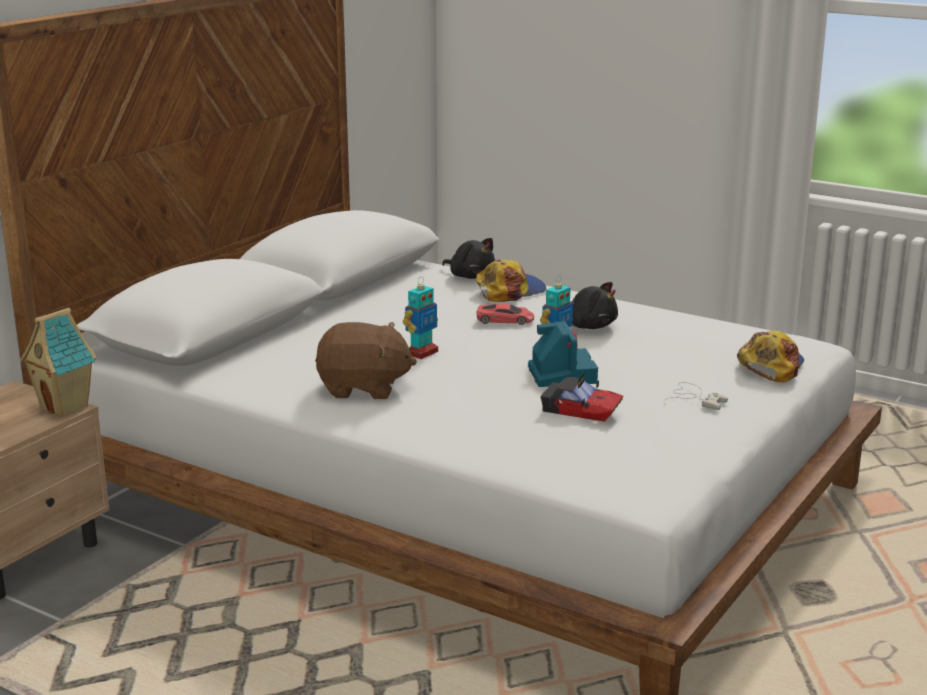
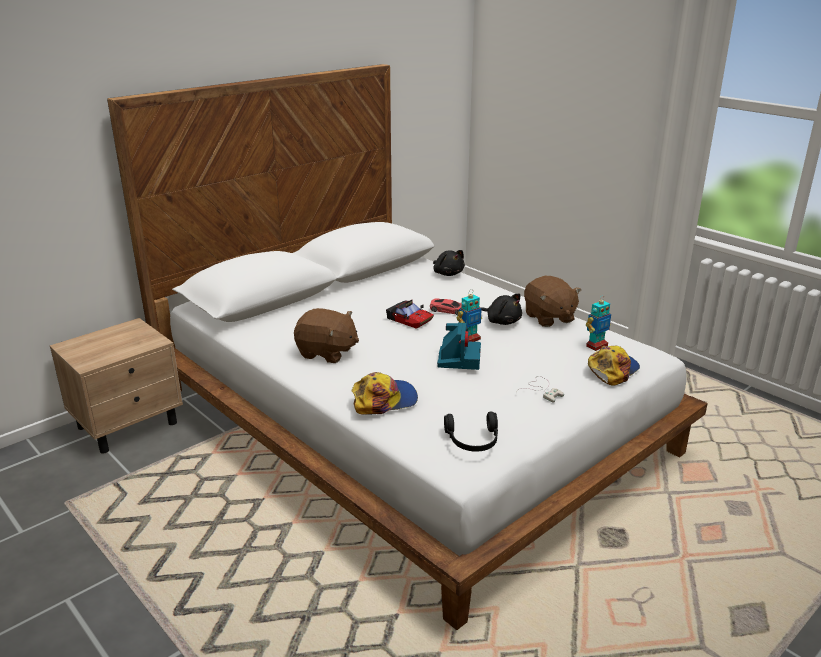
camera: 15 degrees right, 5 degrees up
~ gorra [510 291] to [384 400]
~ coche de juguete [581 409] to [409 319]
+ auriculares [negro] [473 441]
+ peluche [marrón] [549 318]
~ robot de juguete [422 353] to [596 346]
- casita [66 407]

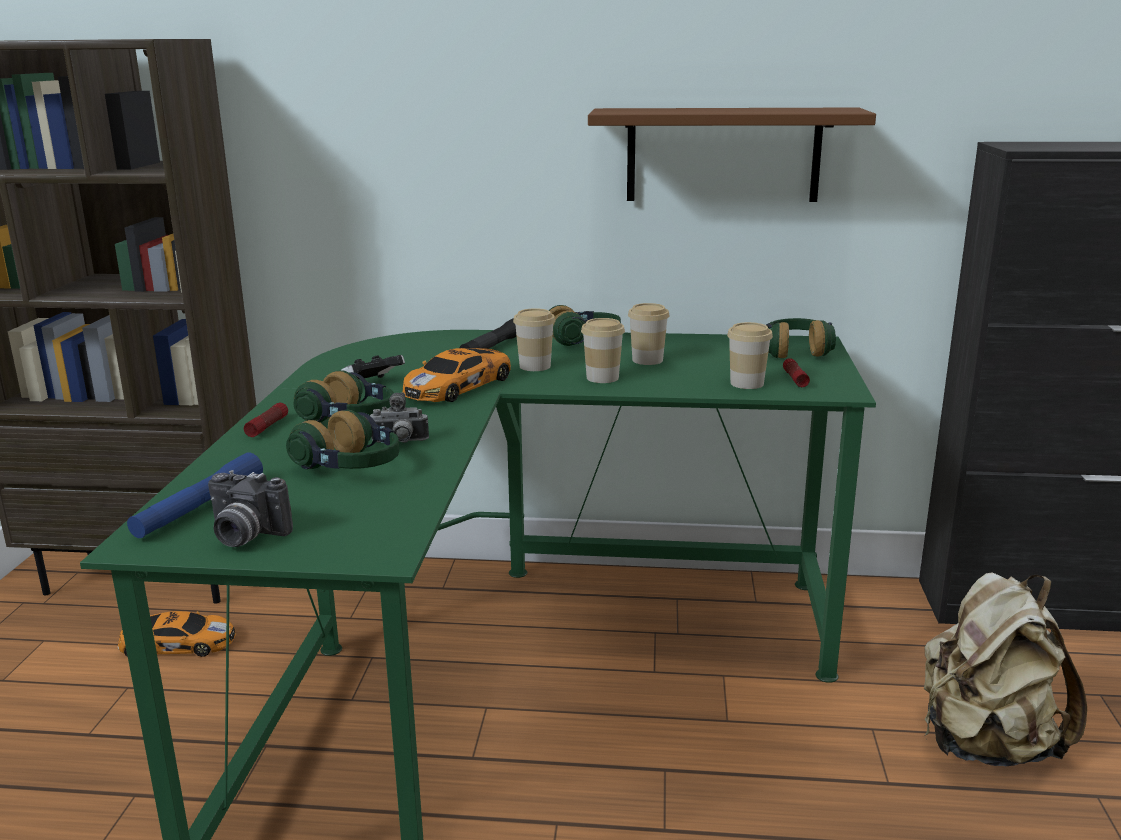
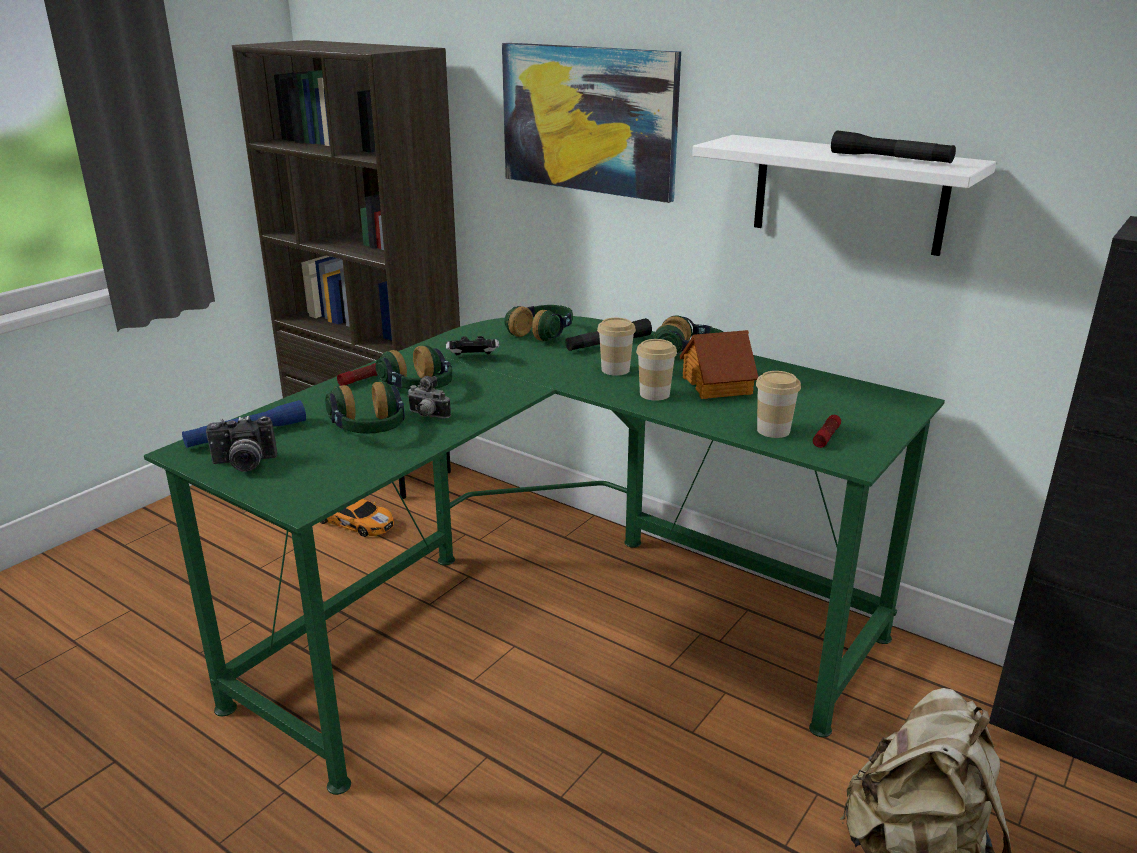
camera: 30 degrees right, 5 degrees up
~ cámara [244 536] = [244 464] 60 degrees counterclockwise
+ cuadro [589 119]
~ auriculares [796 351] to [543 334]
~ taza [647 360] to casita [718 385]
~ estante [marrón] [723 155] to estante [blanco] [848 194]
+ linterna [negro] [890 159]
- coche de juguete [459 386]

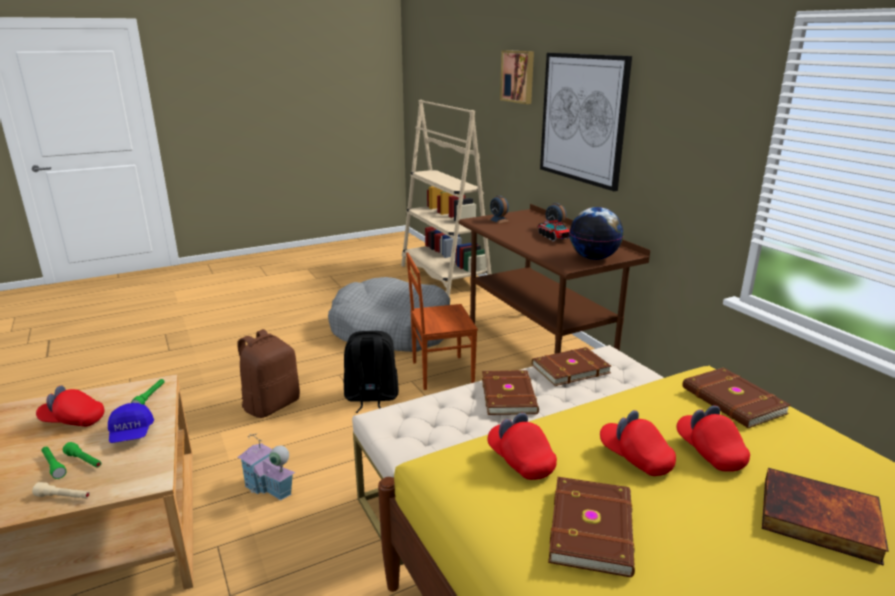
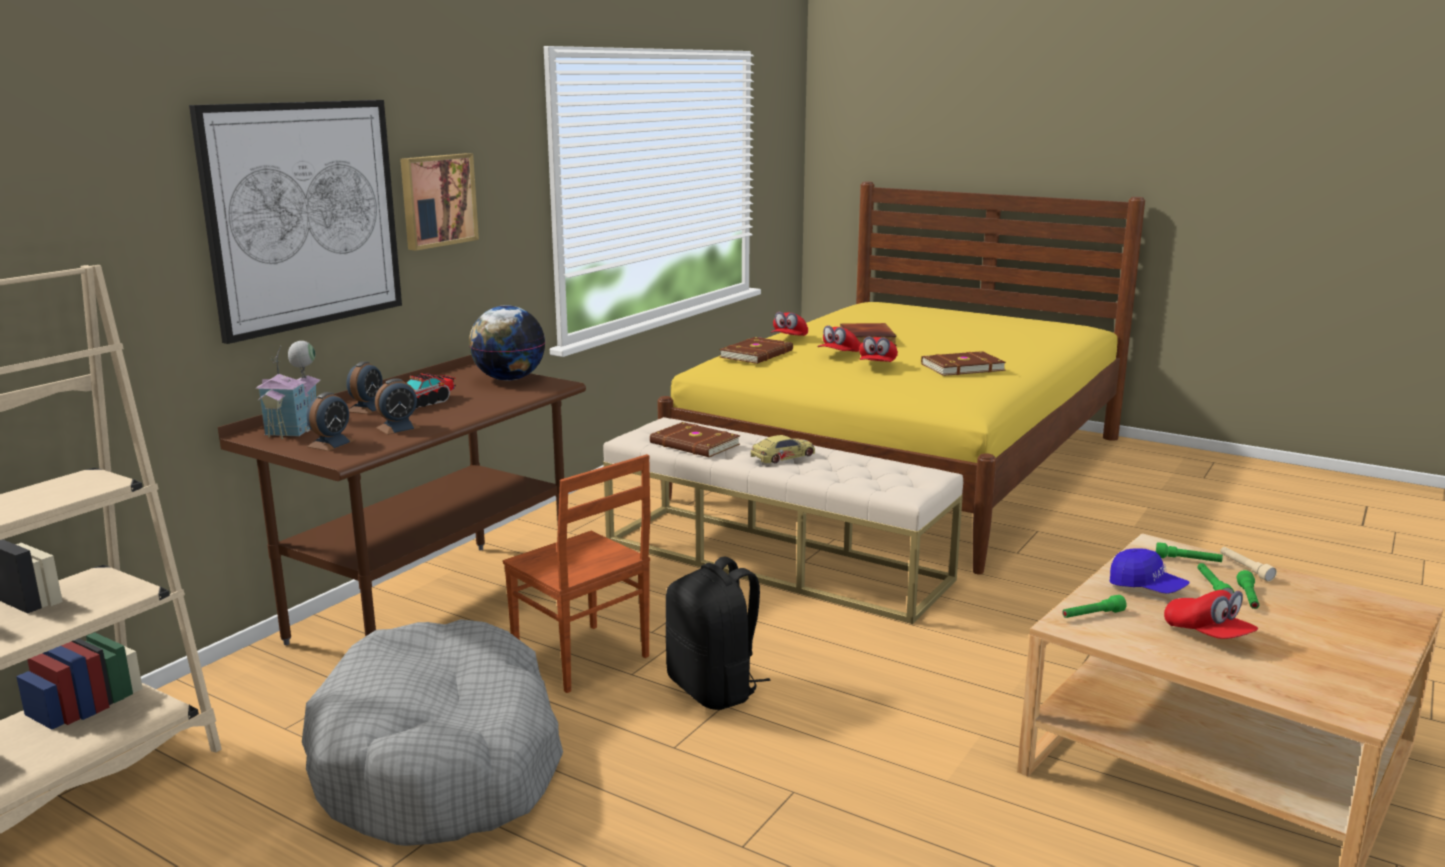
camera: 120 degrees left, 5 degrees down
~ casita [269 488] to [296 426]
+ despertador [398 428]
~ cuadro [518 76] to [437 200]
~ libro [marrón] [510 395] to coche de juguete [783 456]
~ gorra [rojo] [520 461] to [789 339]
~ gorra [azul] [131 434] = [1146 588] 90 degrees clockwise
+ linterna [verde] [1187 561]
- mochila [marrón] [271 405]

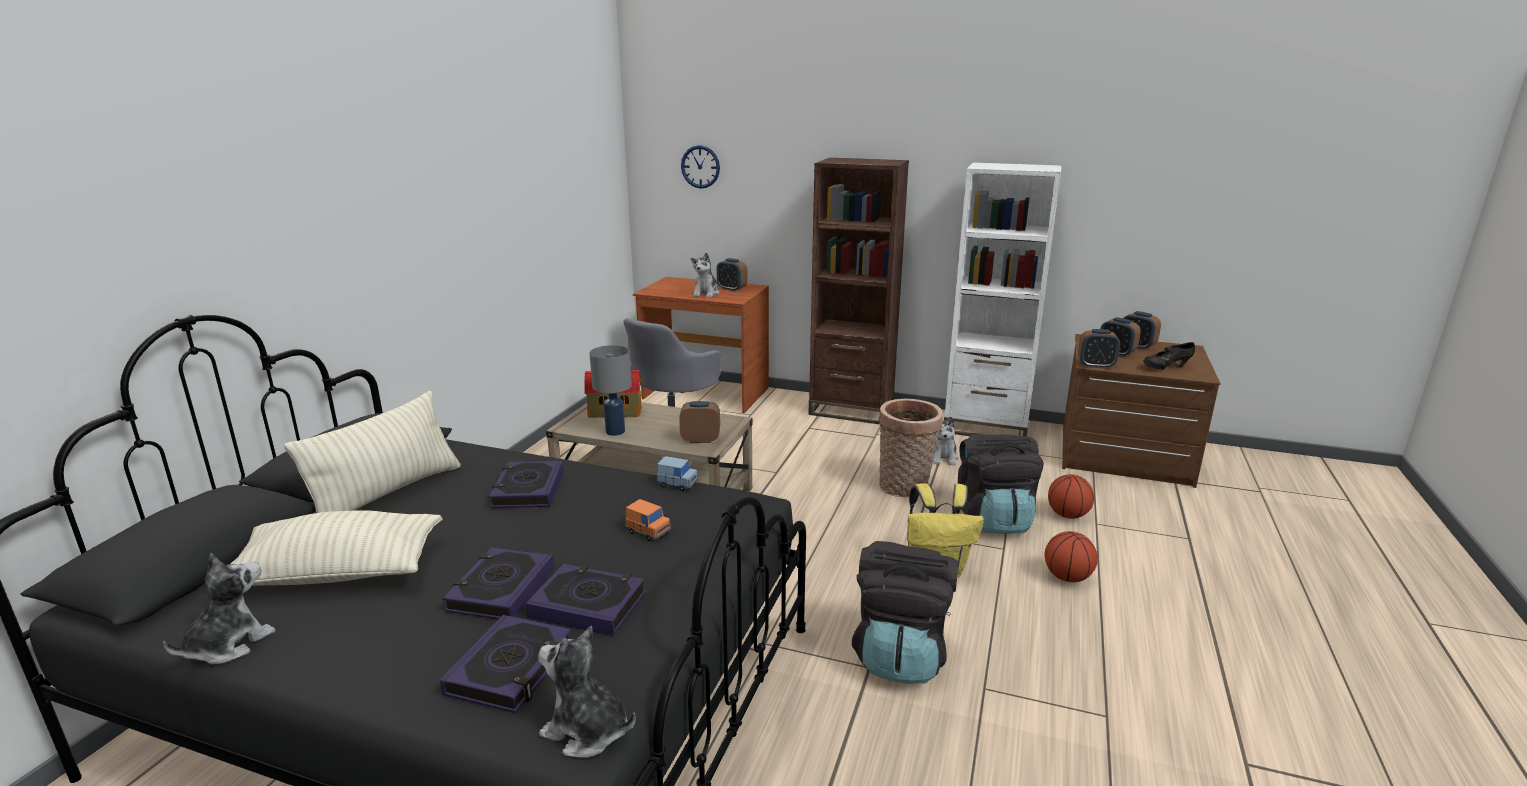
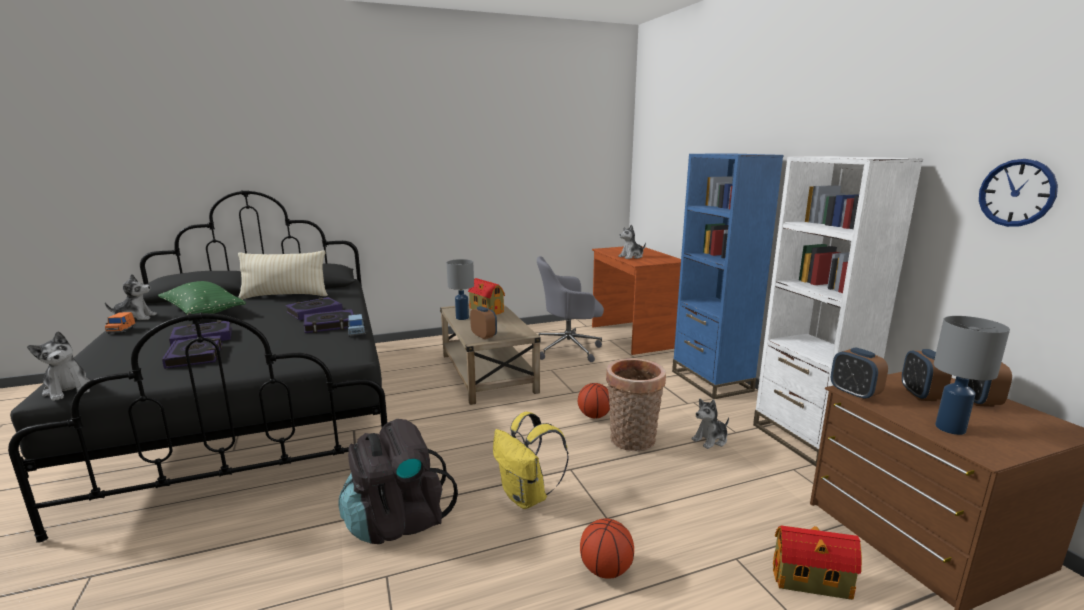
camera: 50 degrees right, 5 degrees down
~ peluche [586 731] = [69 390] 150 degrees clockwise
~ coche de juguete [naranja] [648 532] to [121 331]
~ cojín [beis] [338 573] to cojín [verde] [203 312]
~ libro [511 669] to [330 325]
~ balón de baloncesto [1067 515] to [594 416]
~ estantería [marrón] [851 410] to estantería [azul] [711 381]
+ casita [813 582]
~ zapato [negro] [1166 368] to lámpara de mesa [gris] [951 428]
~ reloj de pared [700 167] to [1016 193]
- despertador [732 289]
- mochila [negro] [993 520]

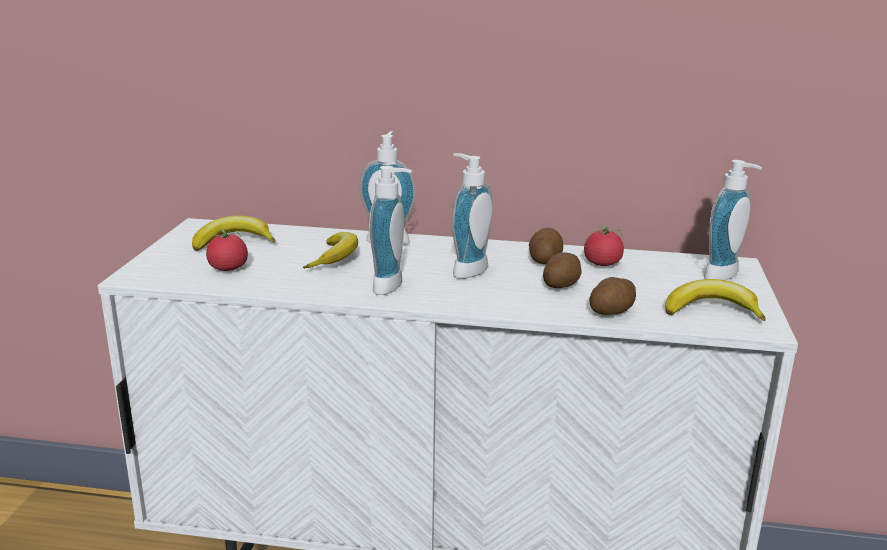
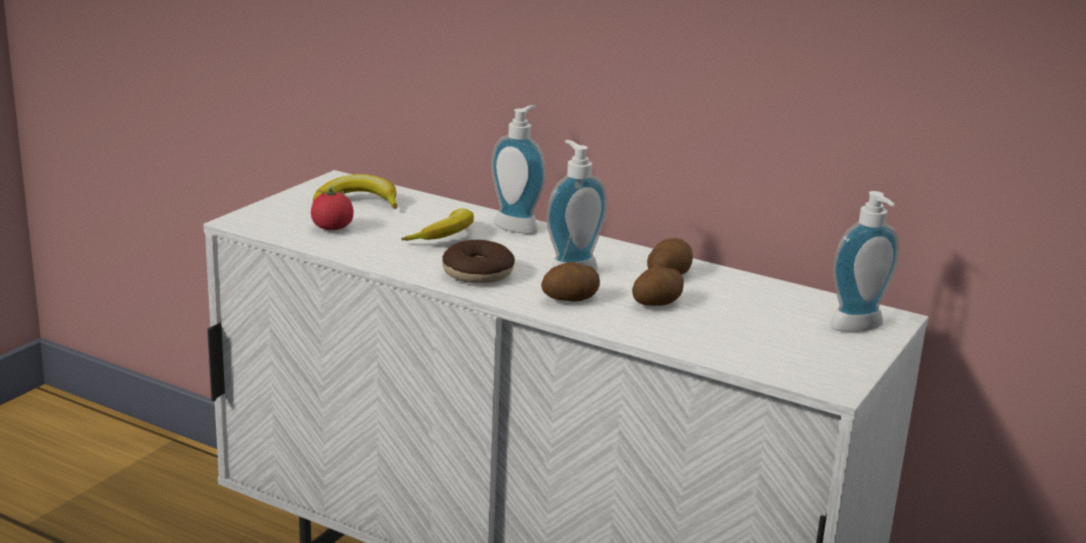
camera: 20 degrees right, 0 degrees up
~ dispensador de jabón [393 286] to rosquilla [478 273]
~ patata [612 312] to [570 299]
- tomate [602 264]
- plátano [711 310]

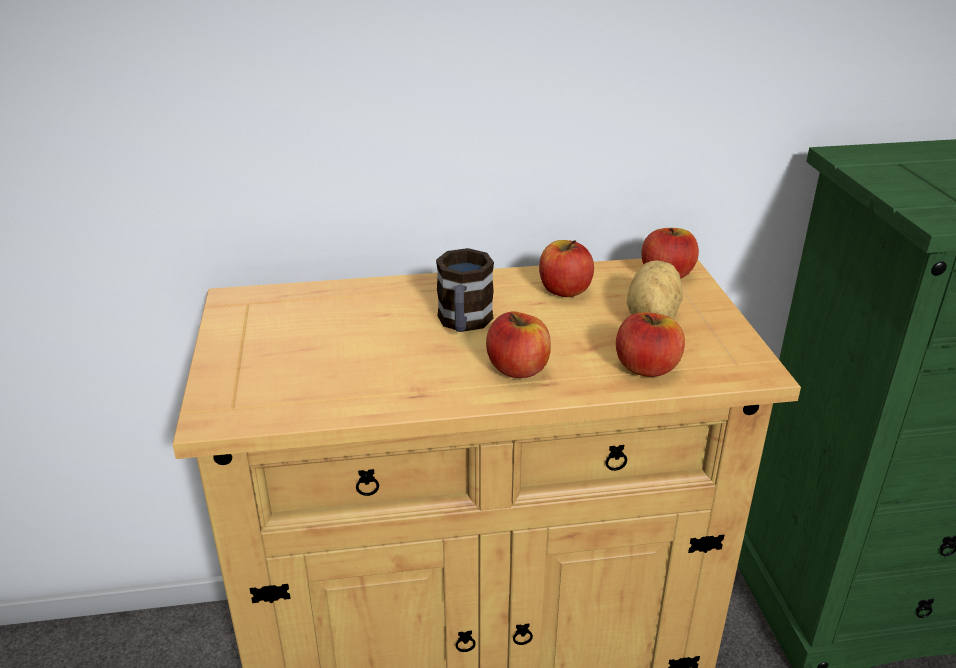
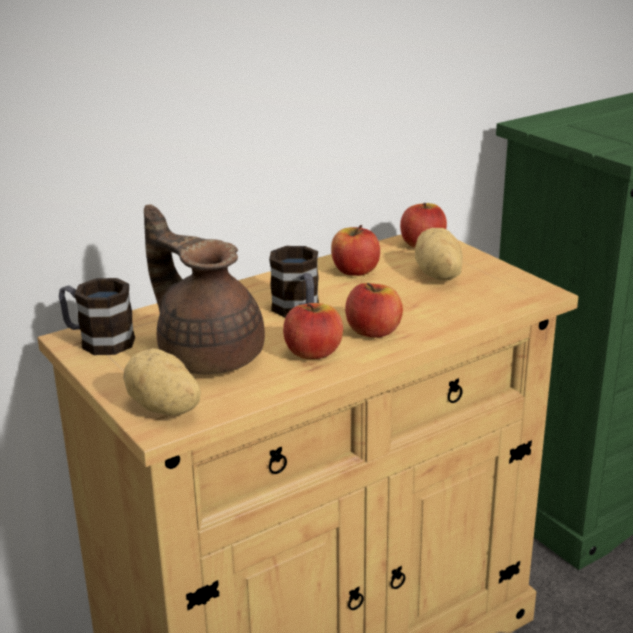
camera: 25 degrees left, 5 degrees down
+ taza grande [98 340]
+ patata [164 409]
+ tetera [marrón] [208 354]
~ manzana [646 368] to [313 352]

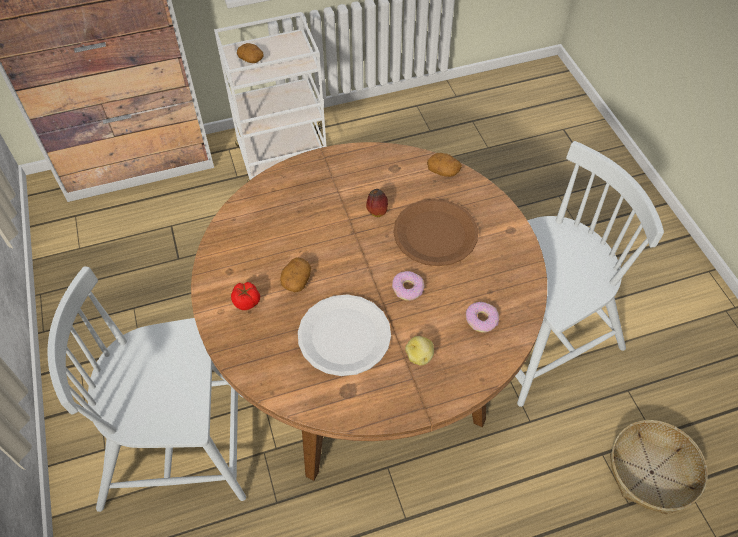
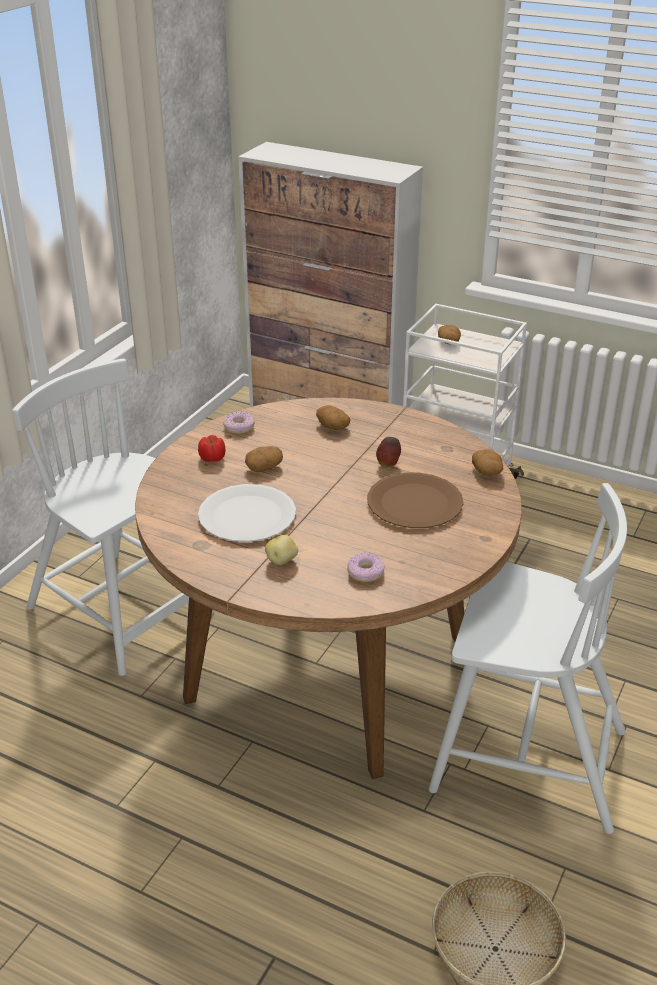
camera: 45 degrees right, 20 degrees down
~ rosquilla [408 288] to [239 427]
+ patata [332 426]

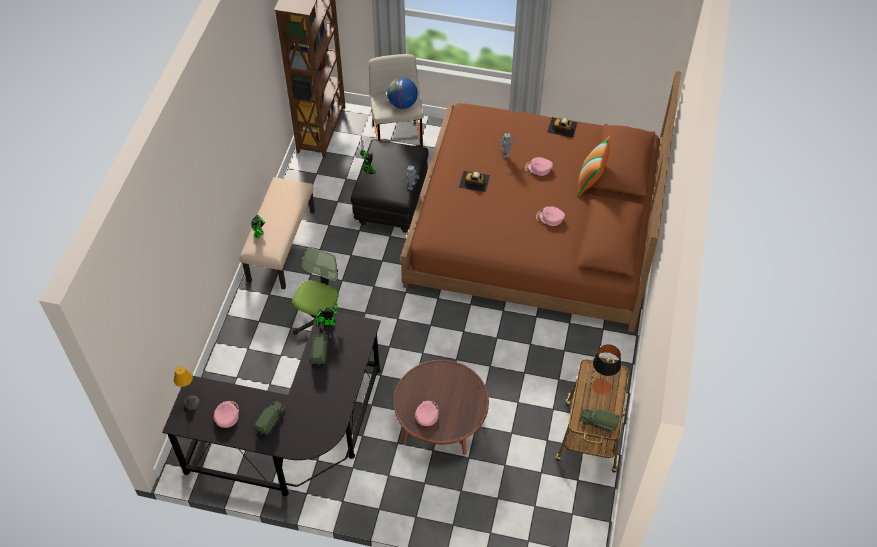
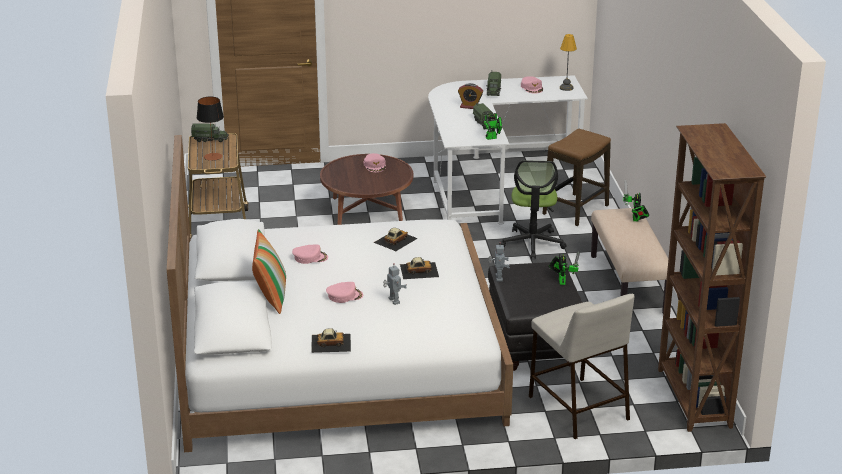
camera: 160 degrees right, 25 degrees down
~ cama [marrón] [535 228] to cama [blanco] [337 358]
+ coche de juguete [395 240]
~ escritorio [negro] [297 438] to escritorio [blanco] [491 181]
+ despertador [470 106]
+ taburete [575 210]
- globo terráqueo [402 104]

